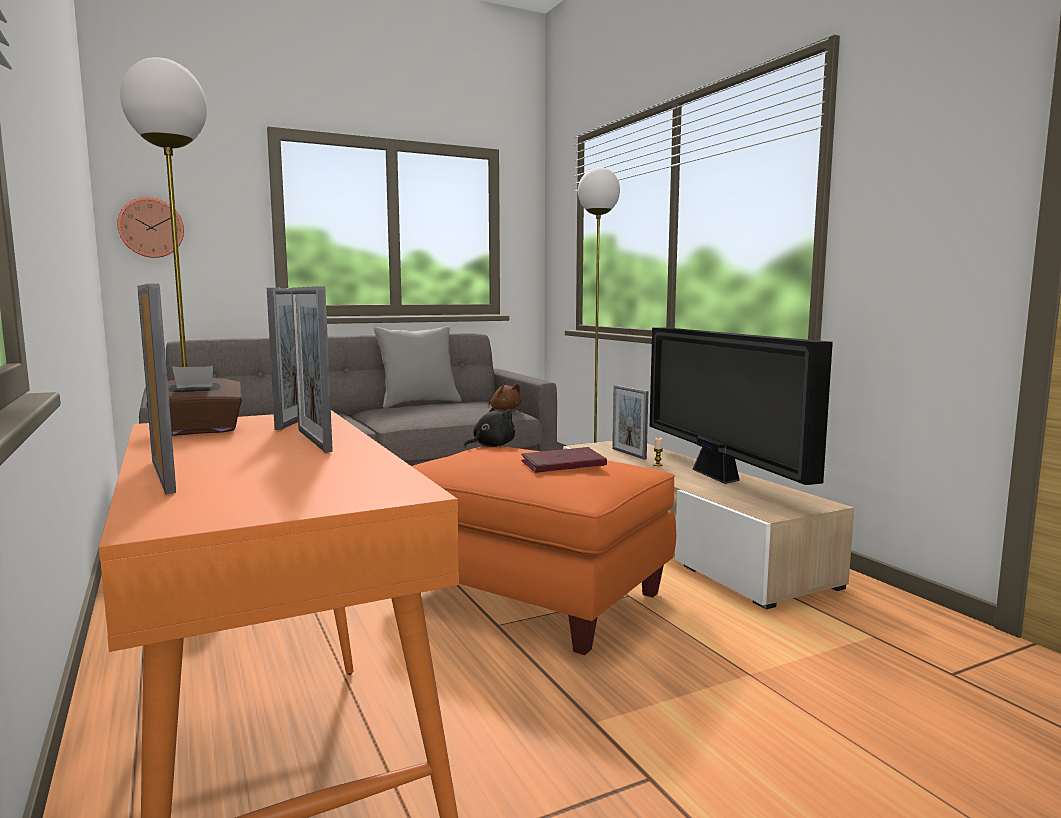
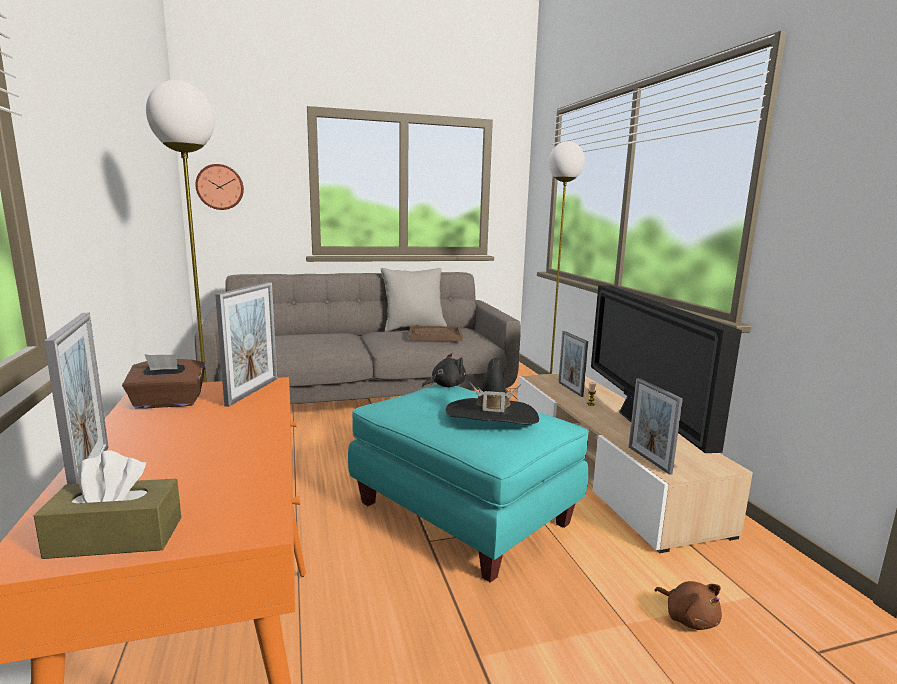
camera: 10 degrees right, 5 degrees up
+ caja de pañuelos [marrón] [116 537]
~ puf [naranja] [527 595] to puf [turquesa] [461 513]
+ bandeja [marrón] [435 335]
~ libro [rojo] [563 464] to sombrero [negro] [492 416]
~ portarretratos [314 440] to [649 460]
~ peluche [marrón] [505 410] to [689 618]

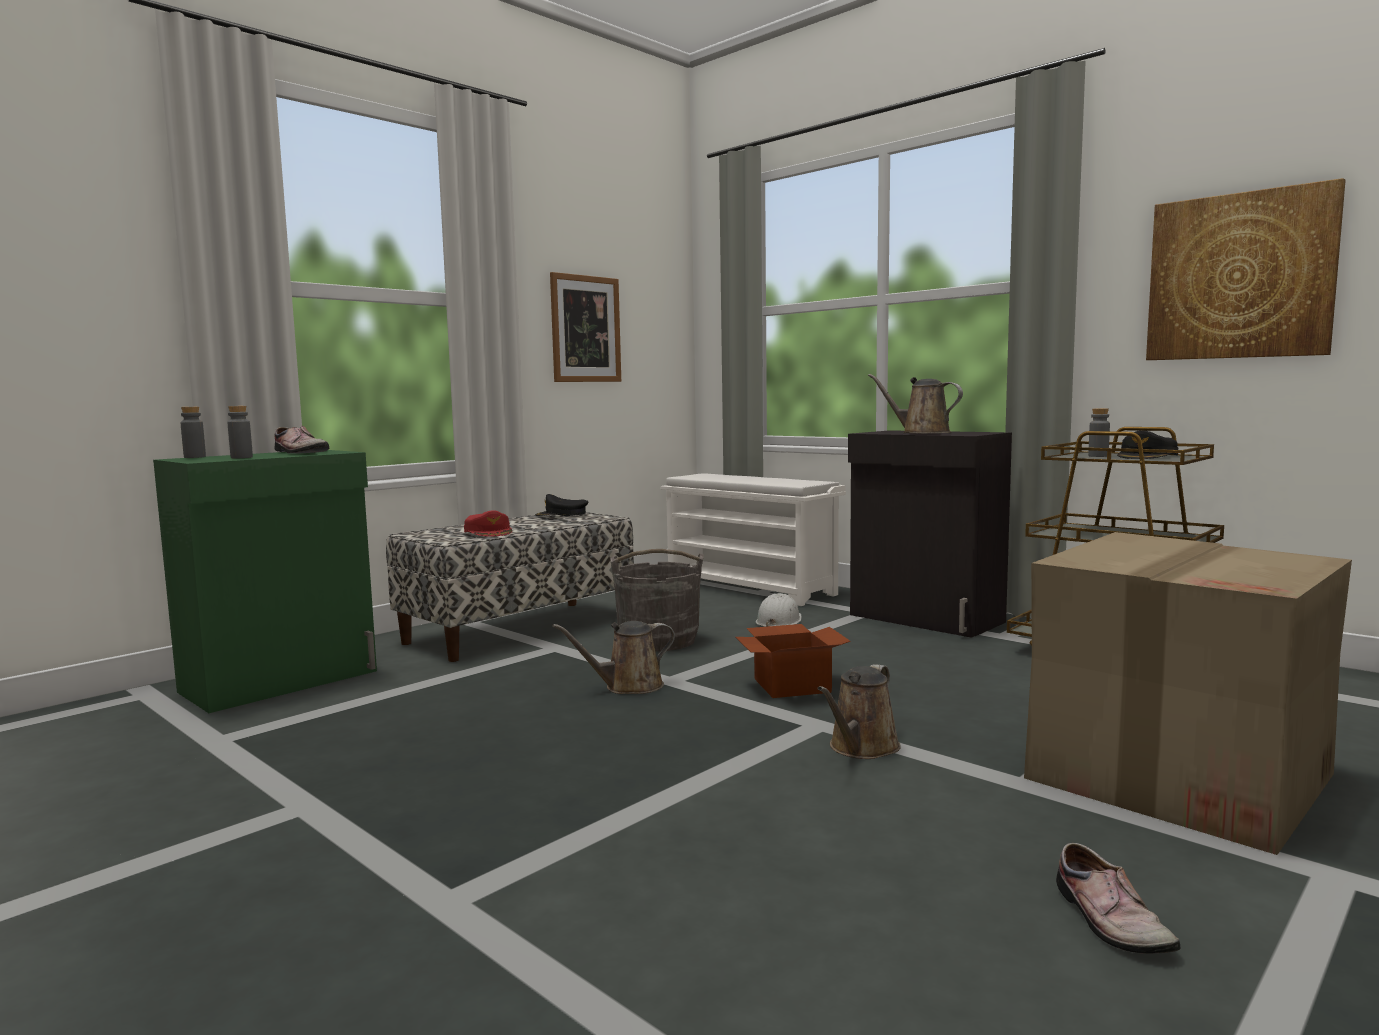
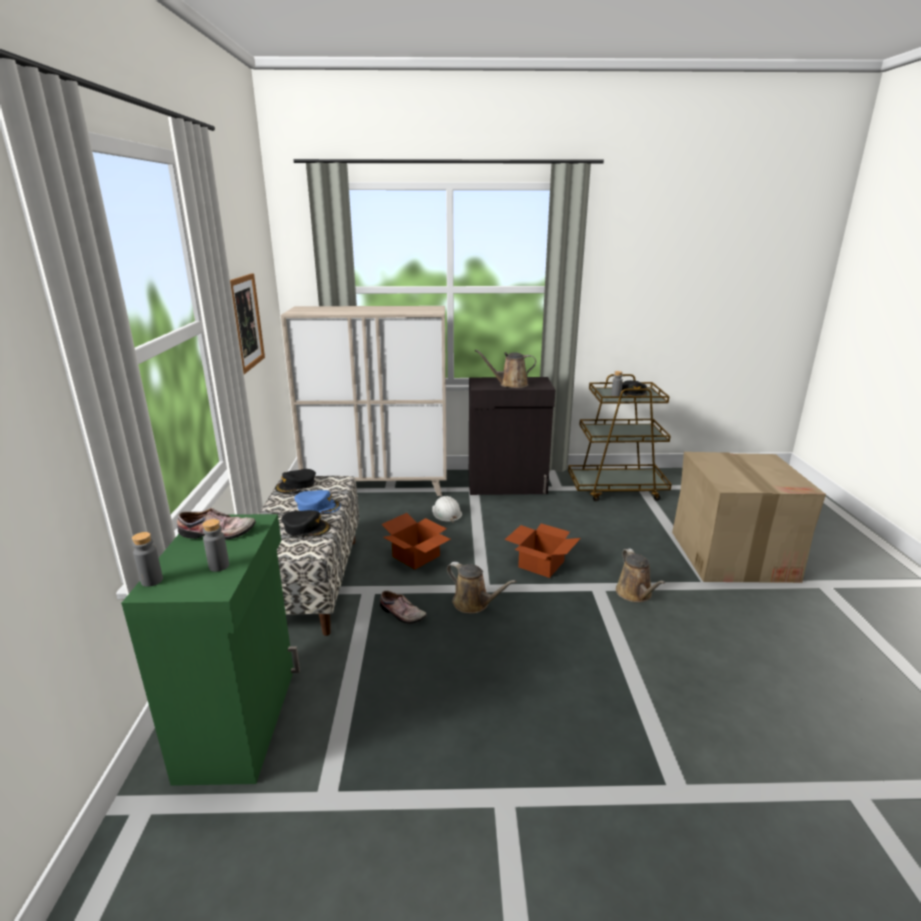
camera: 45 degrees left, 15 degrees up
~ zapatero [blanco] [751 588] to armario [beis] [377 486]
~ gorra [rojo] [489 532] to gorra [negro] [306 527]
+ gorra [azul] [318 506]
~ zapato [1107 920] to [401 614]
~ cubo [gris] [658 641] to caja de cartón [416 557]
~ regadera [marrón] [628 687] = [474 603] 75 degrees counterclockwise
- cuadro [1240 276]

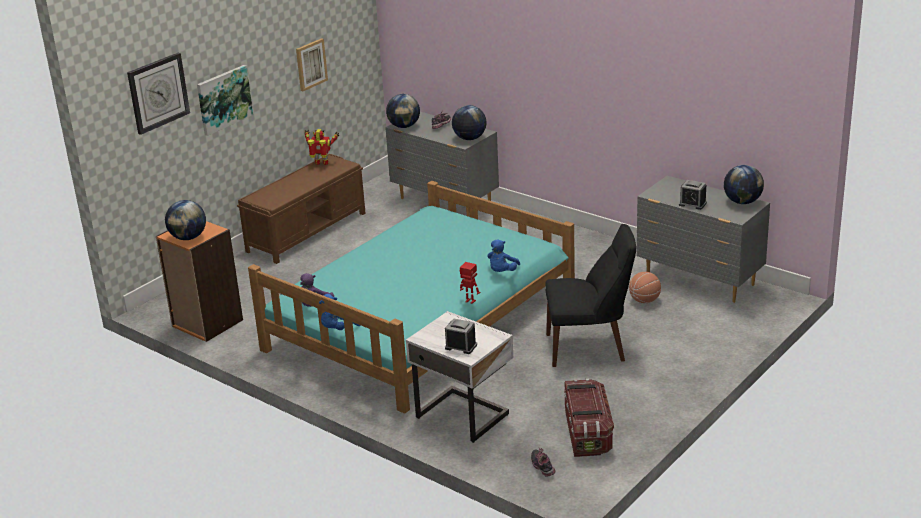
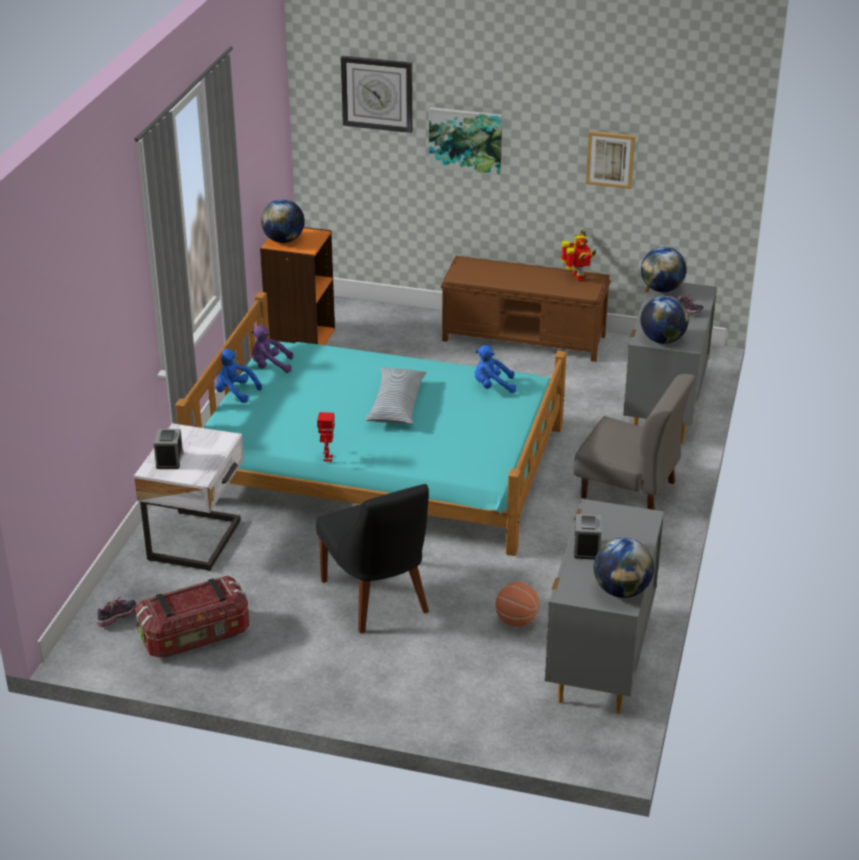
camera: 65 degrees right, 5 degrees up
+ cojín [396 405]
~ peluche [azul] [502 272] to [492 386]
+ silla [gris] [629 490]

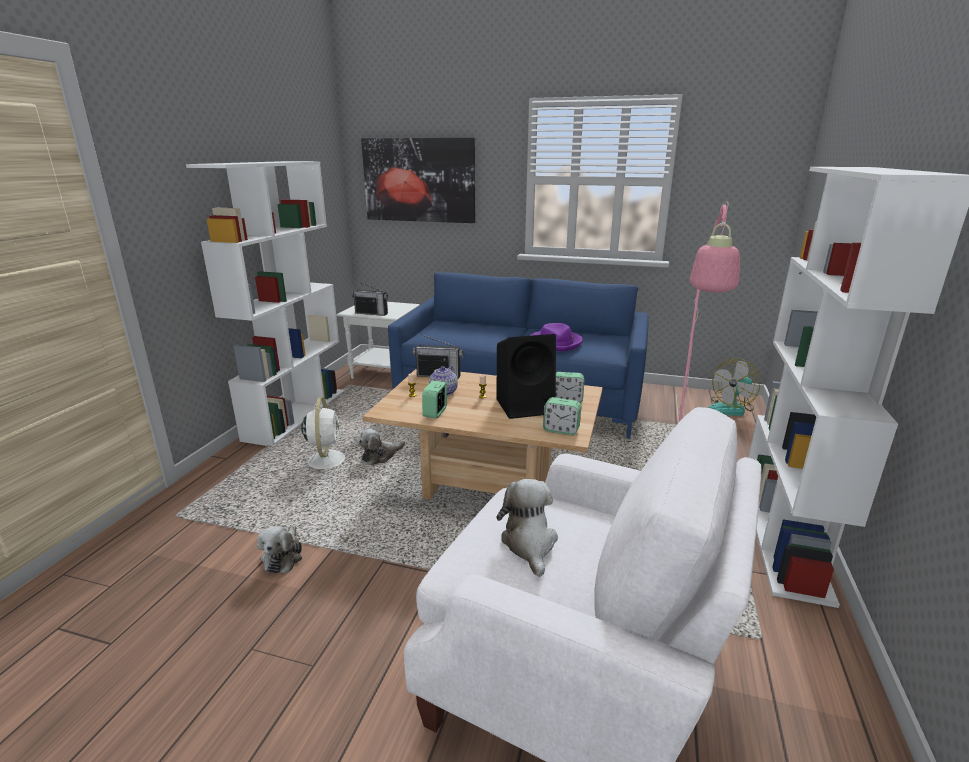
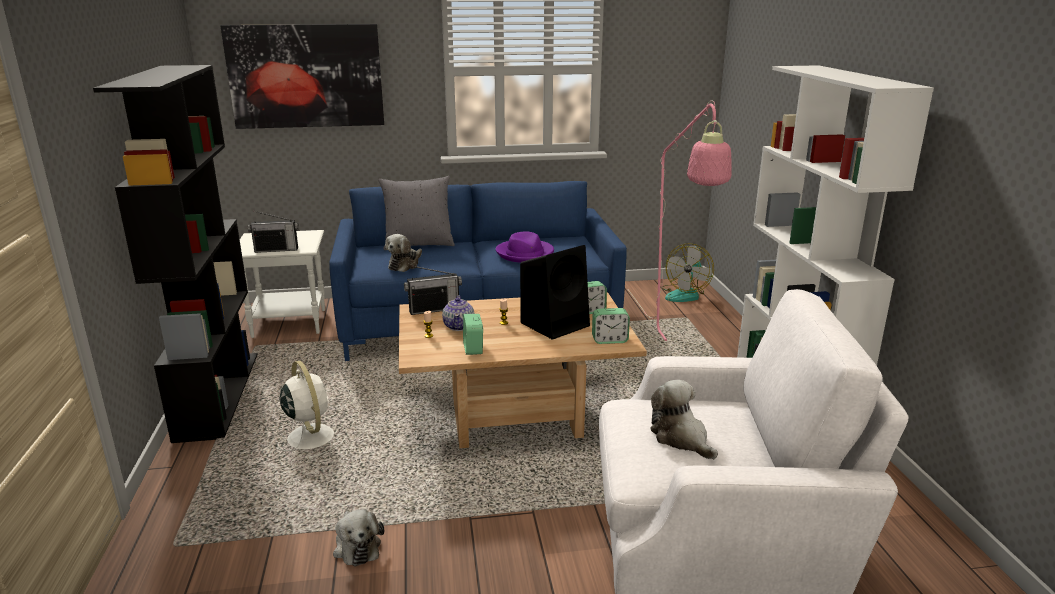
camera: 25 degrees left, 0 degrees up
~ estantería [blanco] [296 414] to estantería [negro] [217 394]
+ cojín [gris] [418 244]
~ peluche [380 456] to [405 265]

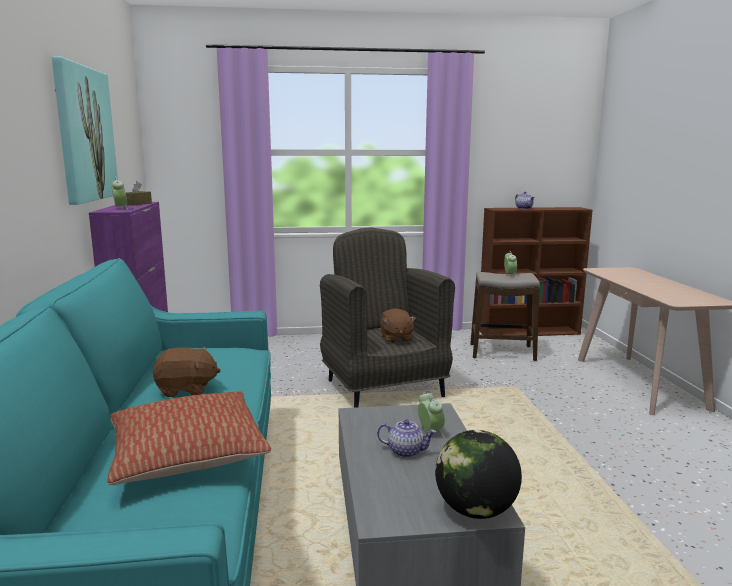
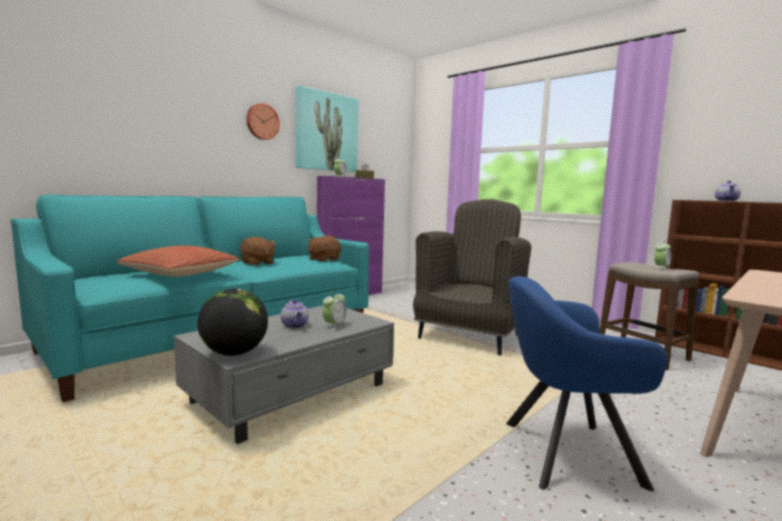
camera: 50 degrees right, 5 degrees down
+ reloj de pared [262 121]
~ peluche [marrón] [396 338] to [323 259]
+ sillón [azul] [561 452]

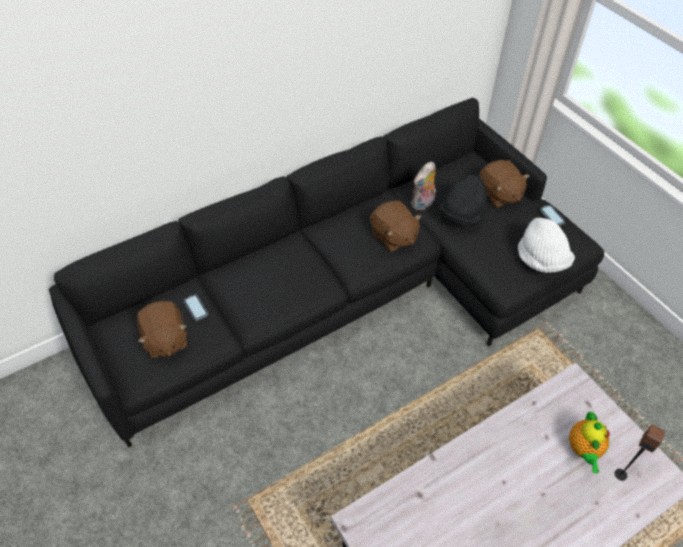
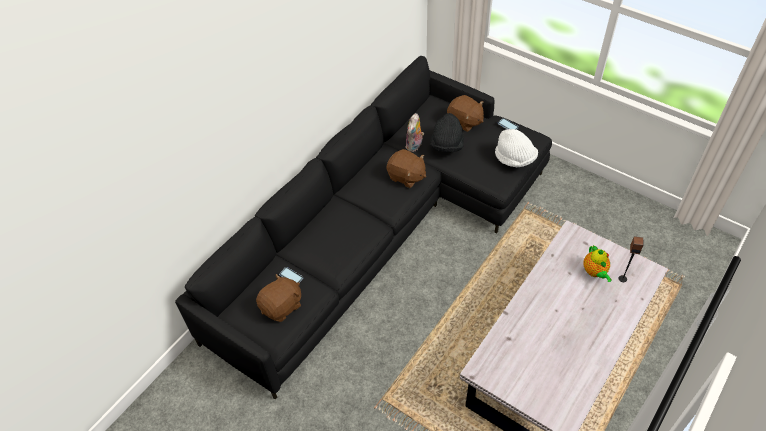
camera: 20 degrees left, 0 degrees up
~ peluche [marrón] [165 340] = [282 306] 90 degrees counterclockwise

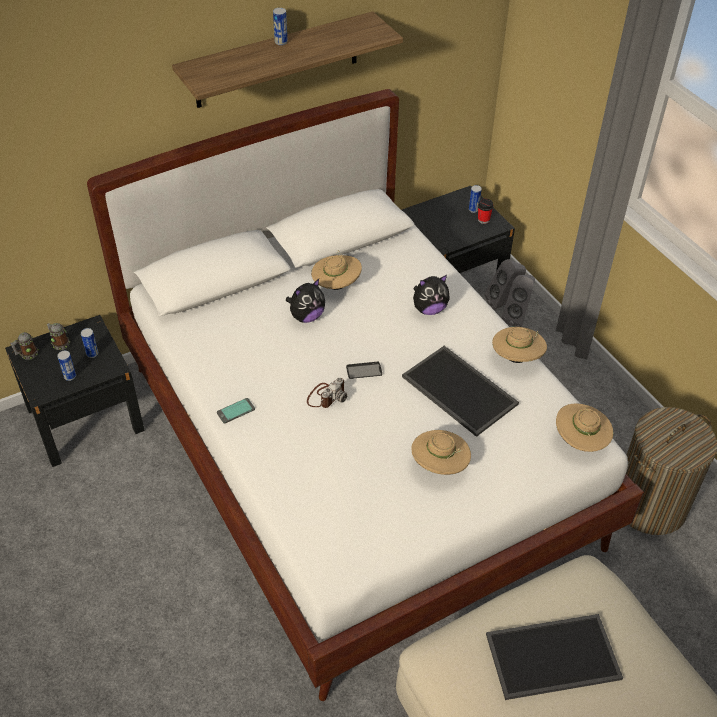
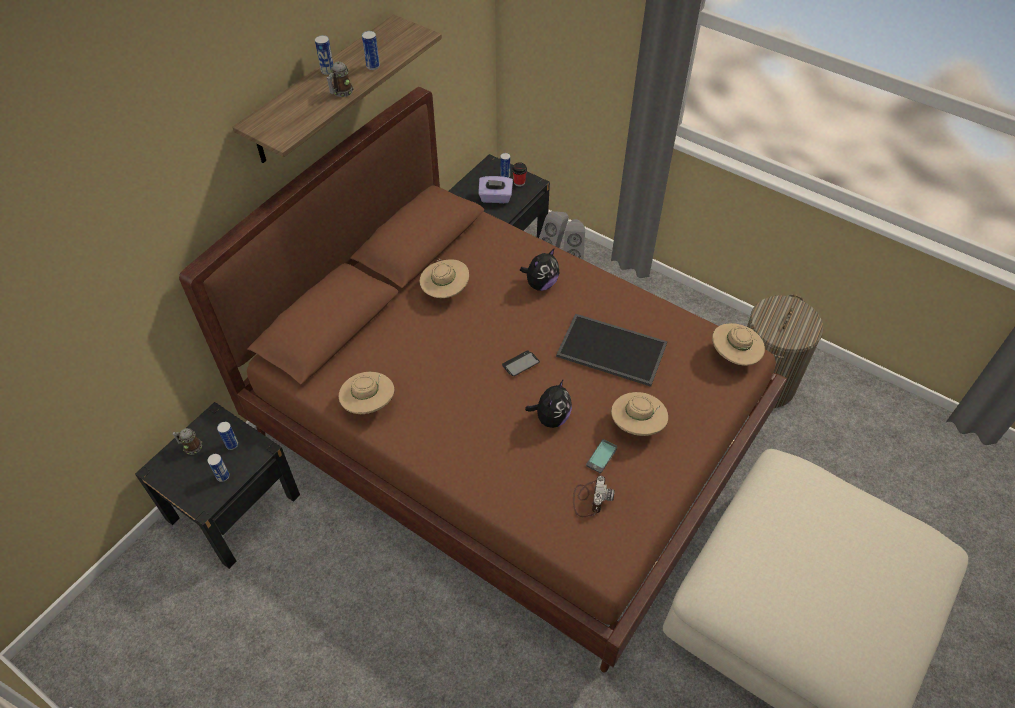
camera: 25 degrees left, 5 degrees up
~ cama [blanco] [357 452] to cama [marrón] [507 435]
~ taza grande [27 354] to [341 93]
~ sombrero [beis] [517 358] to [369 404]
+ lata [373 66]
+ caja de pañuelos [morado] [495 198]
~ peluche [306 316] to [551 418]
~ cámara [326 396] to [590 498]
~ móvil [236 411] to [602 456]
- bandeja [552 658]

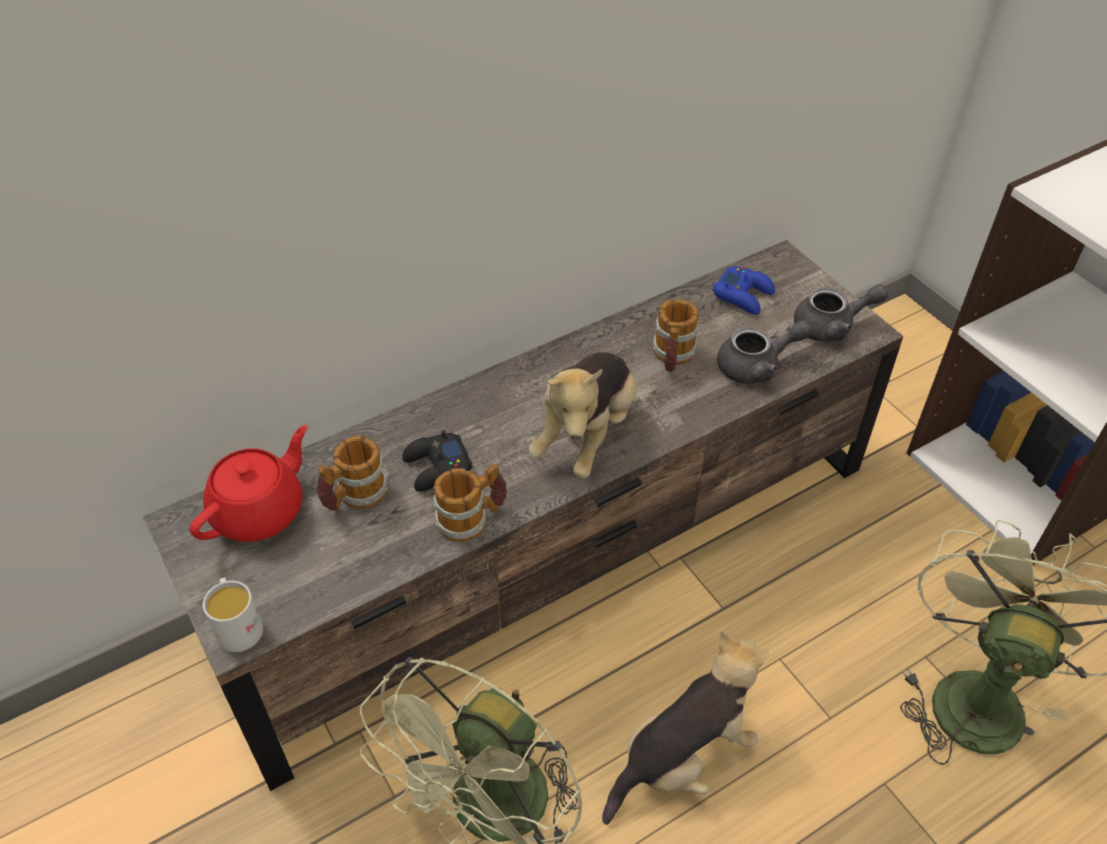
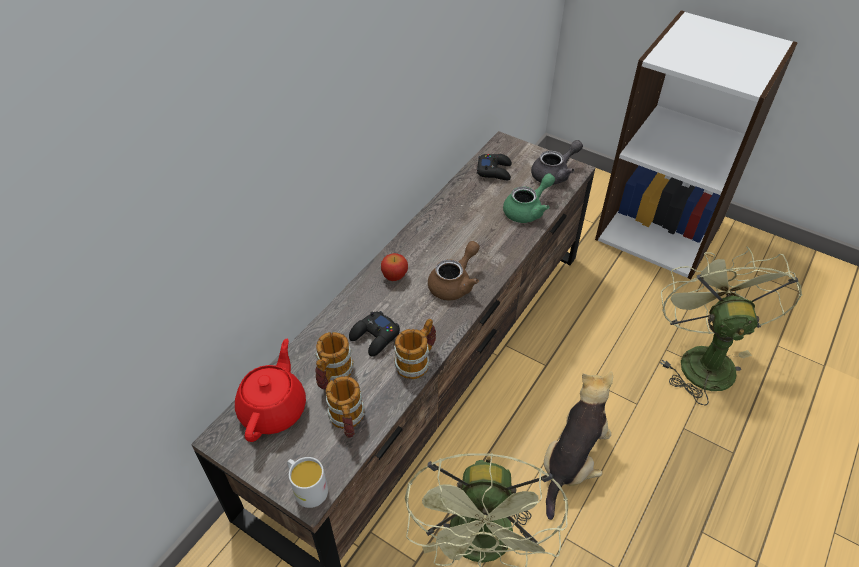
camera: 25 degrees left, 0 degrees up
~ taza grande [672 357] to [347 421]
+ manzana [395 276]
~ peluche [587 433] to tetera [marrón] [454 283]
~ mando de consola [azul] [743 295] to mando de consola [negro] [494 171]
~ tetera [gris] [757 366] to tetera [verde] [527 210]

